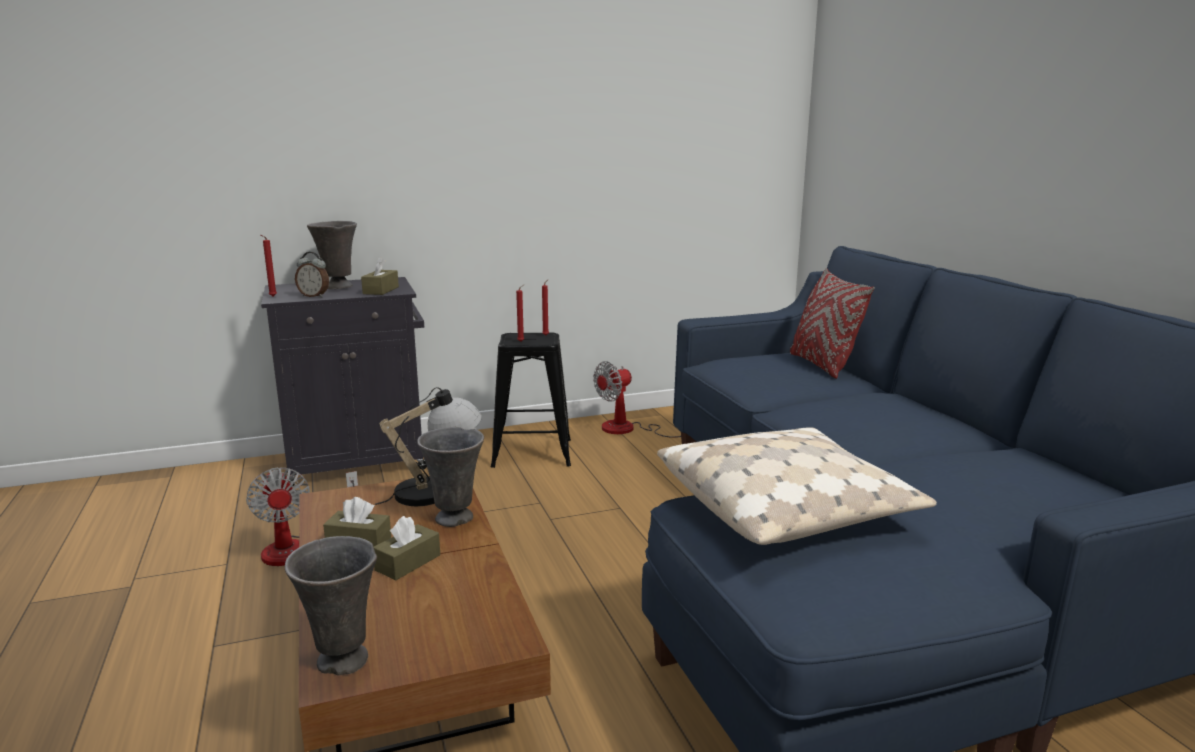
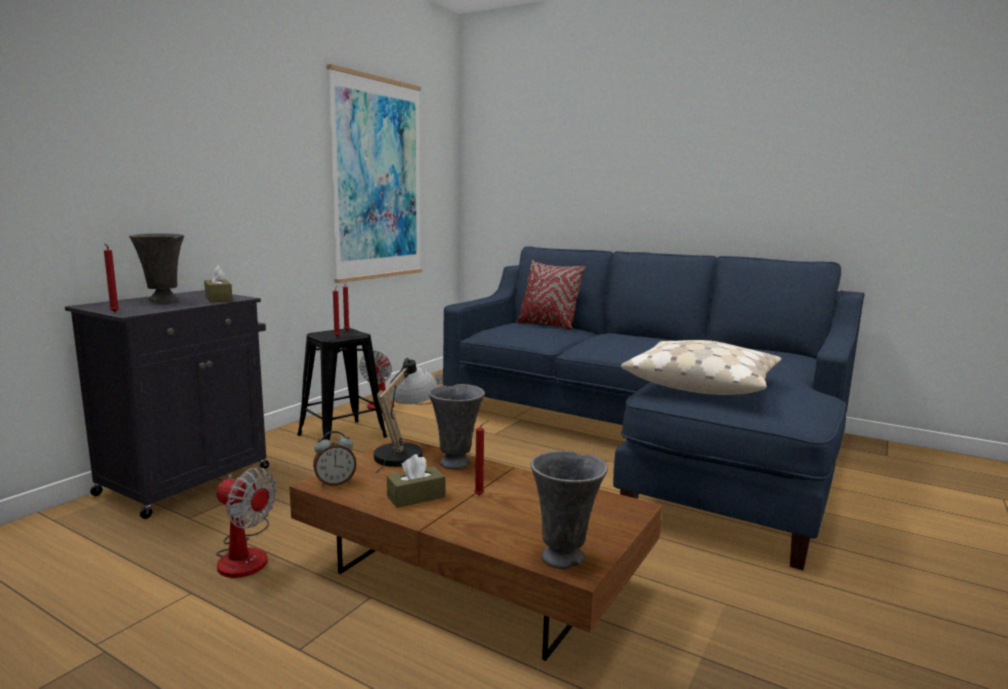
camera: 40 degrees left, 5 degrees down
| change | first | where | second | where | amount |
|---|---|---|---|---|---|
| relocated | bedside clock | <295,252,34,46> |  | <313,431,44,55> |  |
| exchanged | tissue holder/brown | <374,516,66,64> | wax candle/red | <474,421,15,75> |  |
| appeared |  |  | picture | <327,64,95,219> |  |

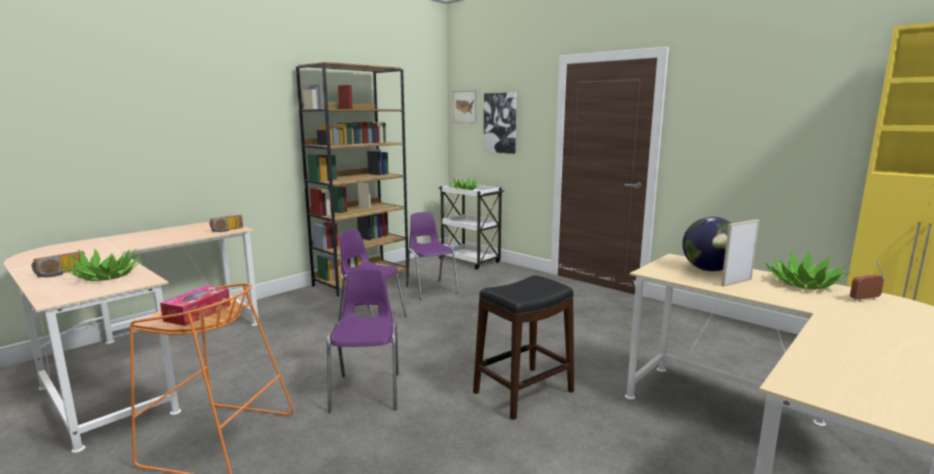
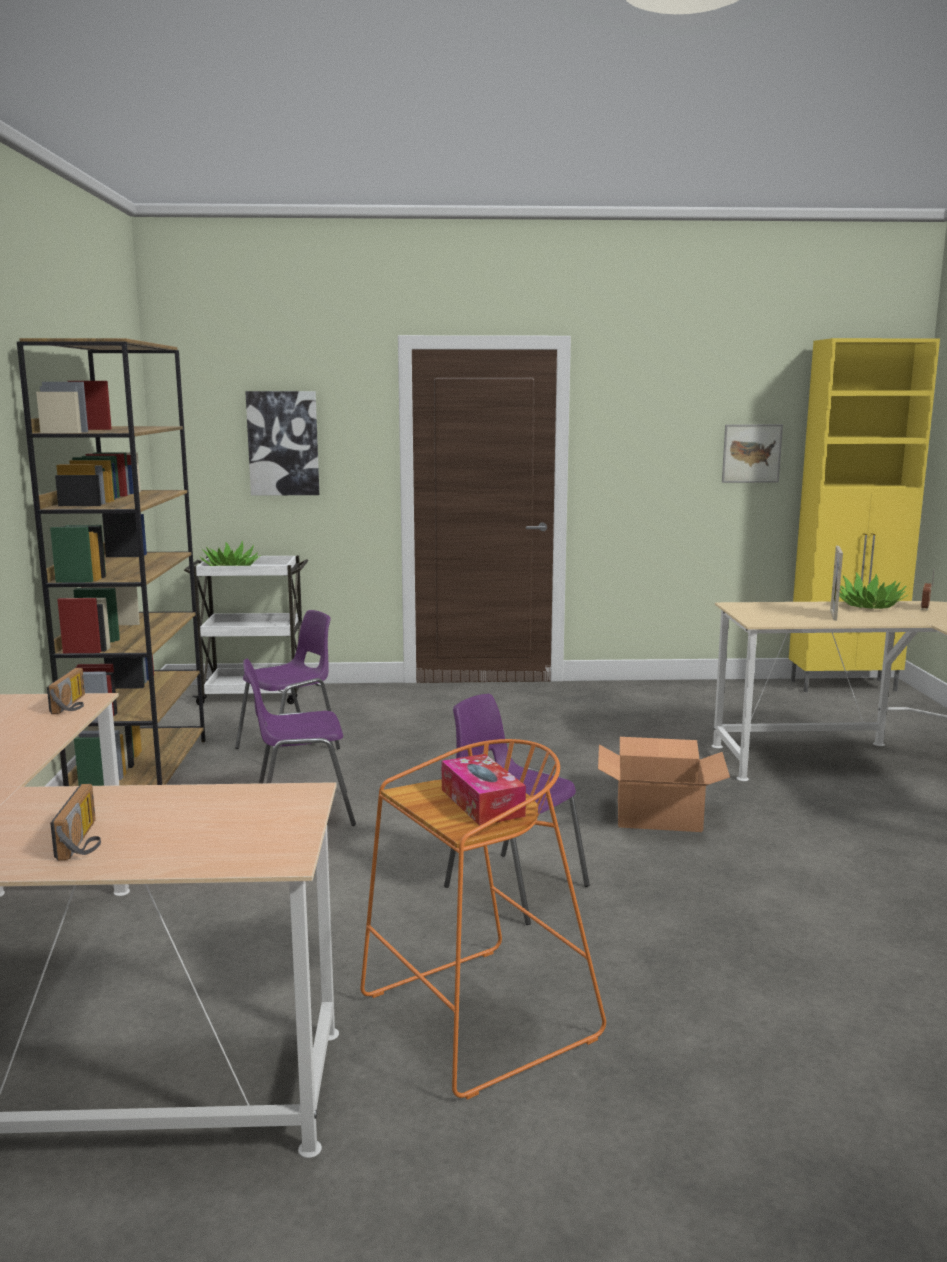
camera: 45 degrees left, 0 degrees up
| change | first | where | second | where | amount |
|---|---|---|---|---|---|
| relocated | picture | <453,90,24,33> |  | <722,424,61,59> |  |
| spun | chair/purple | <406,212,53,88> |  | <235,610,105,139> | 120 degrees clockwise |
| missing | globe | <682,217,50,54> |  |  |  |
| missing | houseplant | <64,248,79,33> |  |  |  |
| exchanged | stool/black-coloured | <473,275,101,145> | carton | <598,737,132,95> |  |

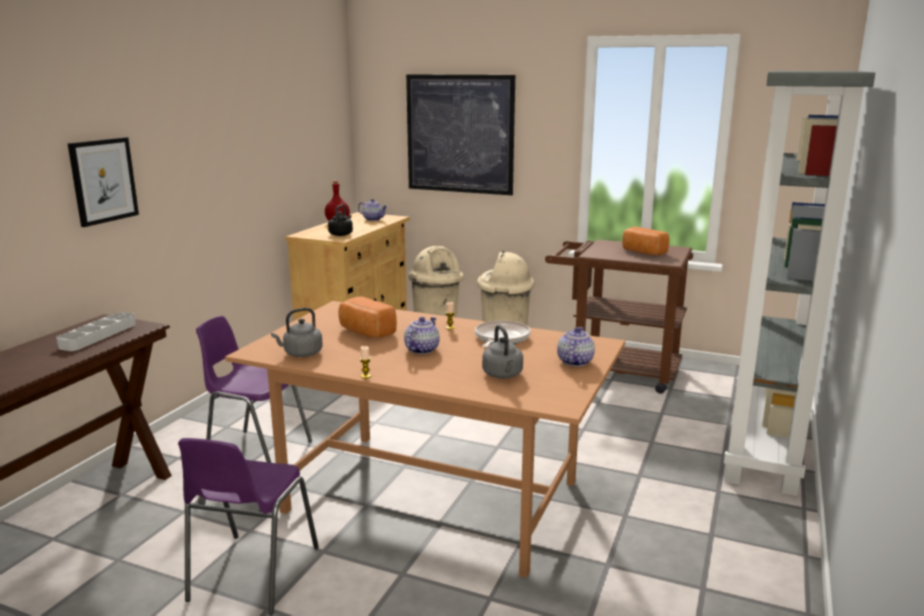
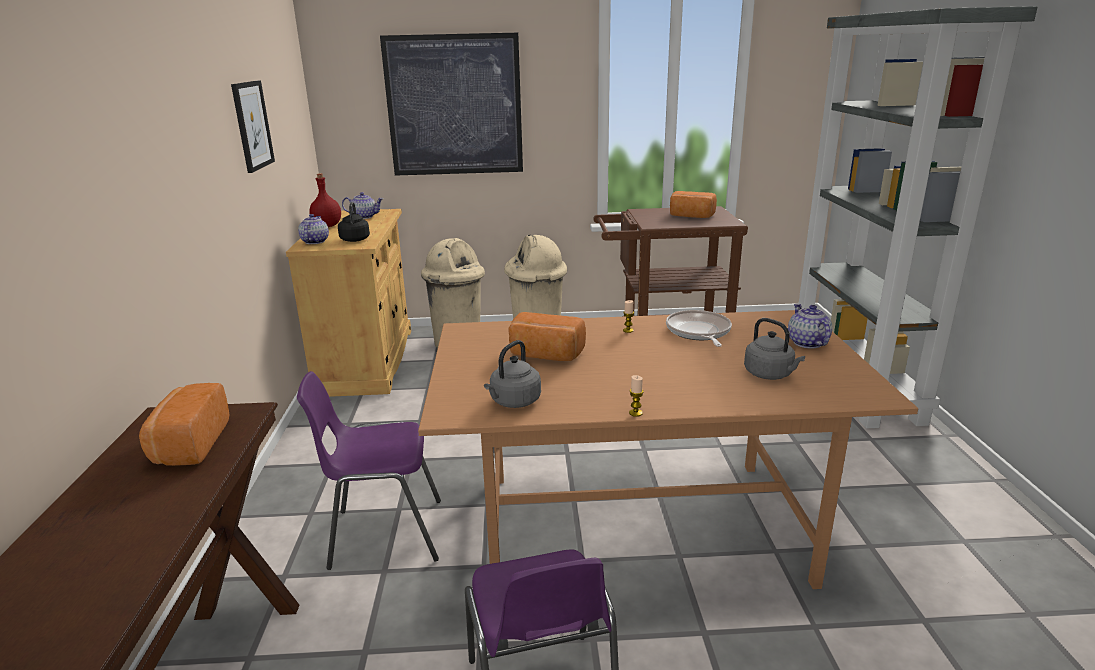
camera: 25 degrees left, 5 degrees up
| change | first | where | second | where | amount |
|---|---|---|---|---|---|
| relocated | picture | <68,137,71,90> |  | <231,80,44,93> |  |
| exchanged | carrying tray/grey | <56,312,80,39> | bakery bread | <139,383,90,83> |  |
| relocated | teapot | <404,317,36,37> |  | <298,214,31,30> |  |

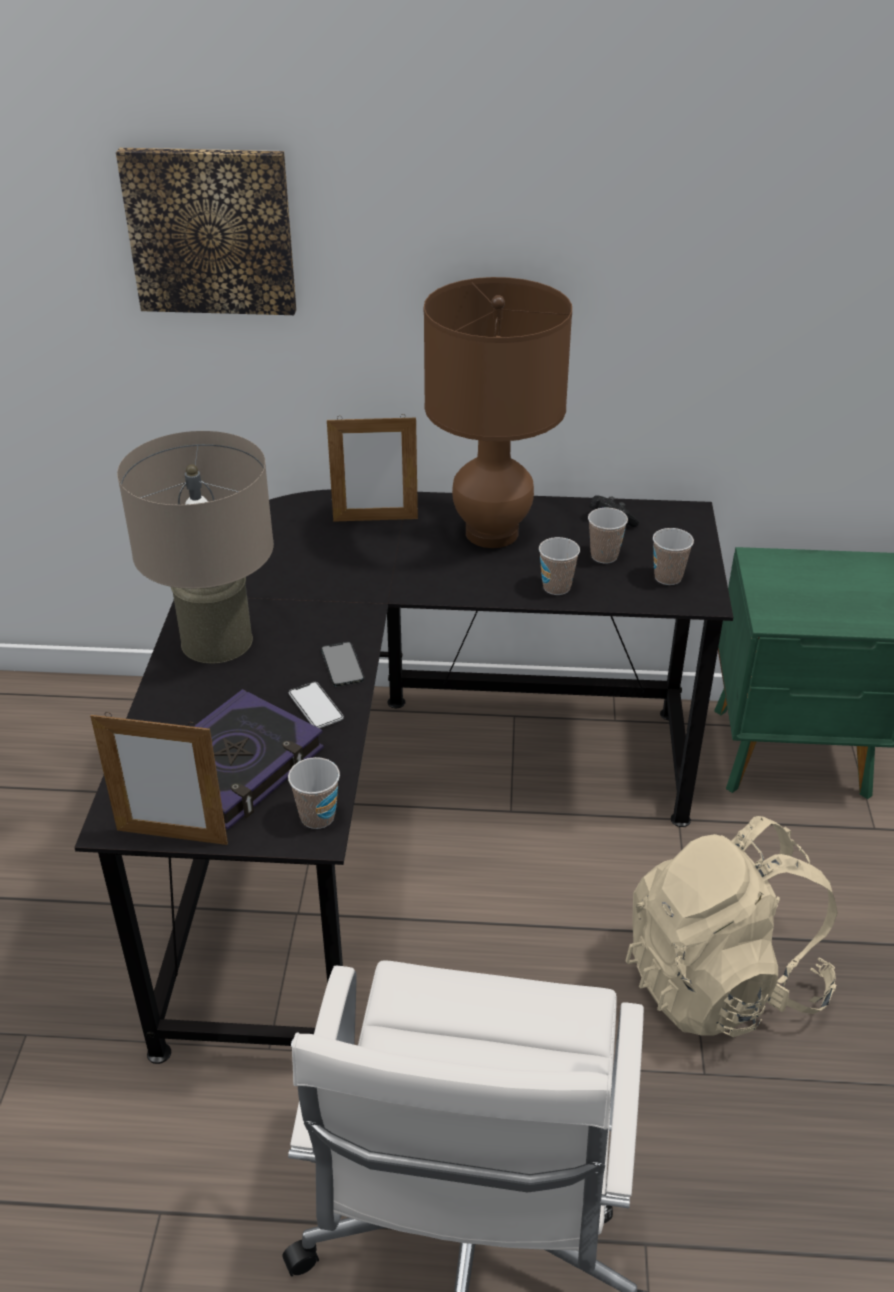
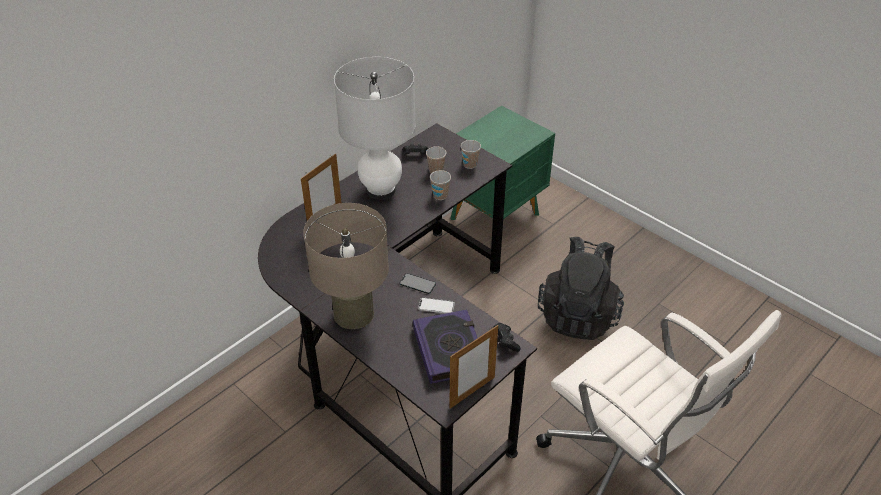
camera: 50 degrees left, 5 degrees up
| change | first | where | second | where | amount |
|---|---|---|---|---|---|
| missing | picture | <116,148,180,167> |  |  |  |
| colour | table lamp/brown | <424,277,148,271> | table lamp/white | <334,57,82,143> |  |
| exchanged | small cup | <288,757,52,72> | gamepad/black-coloured | <493,323,28,29> |  |
| colour | backpack/sand-coloured | <626,816,212,221> | backpack/black-coloured | <538,237,86,103> |  |

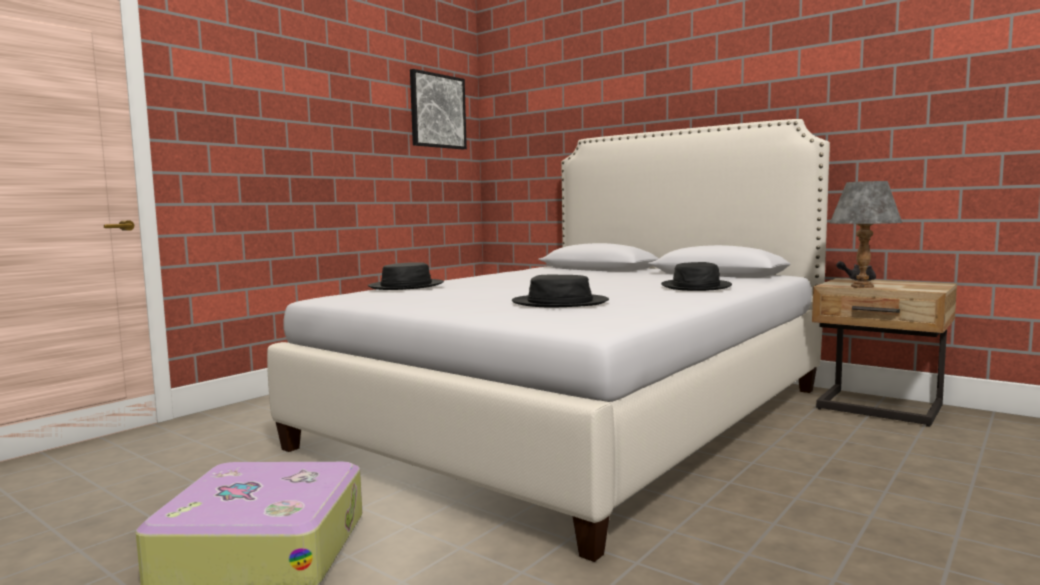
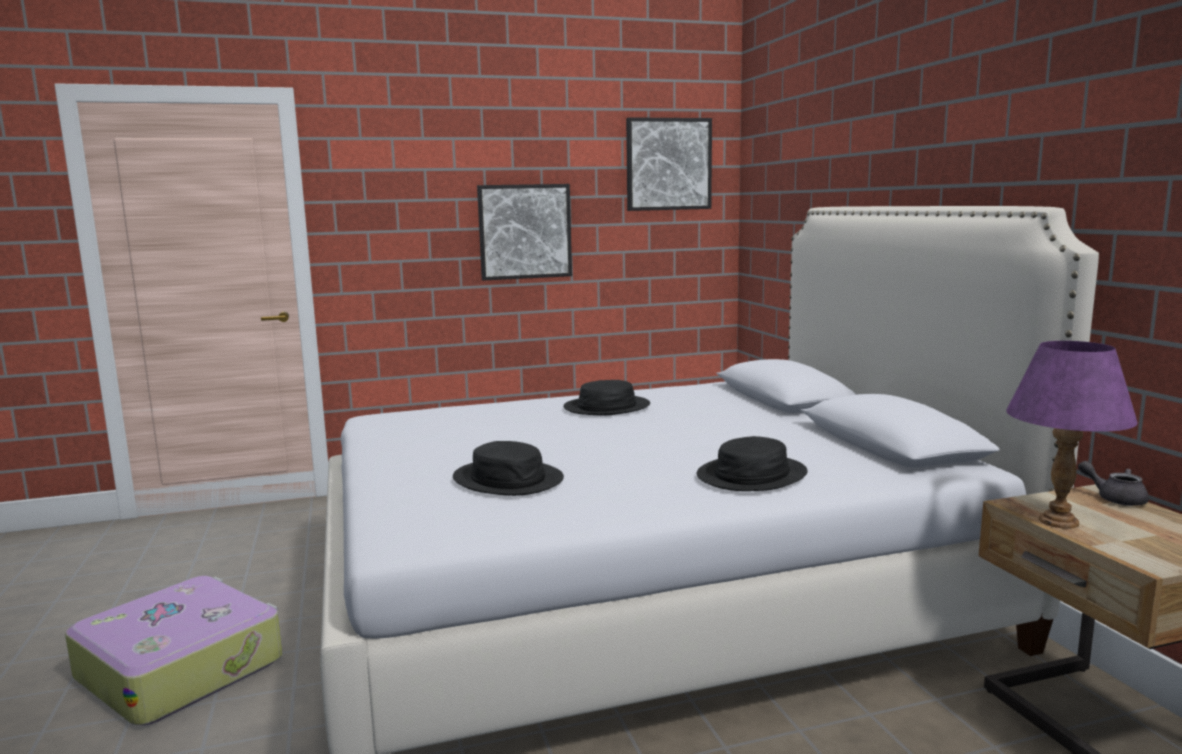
camera: 35 degrees right, 5 degrees up
| change | first | where | second | where | amount |
|---|---|---|---|---|---|
| colour | table lamp/grey | <830,181,72,107> | table lamp/purple | <1006,341,132,188> |  |
| relocated | clothing hat/black-coloured | <368,262,76,28> |  | <563,380,87,36> |  |
| appeared |  |  | picture | <477,184,95,97> |  |

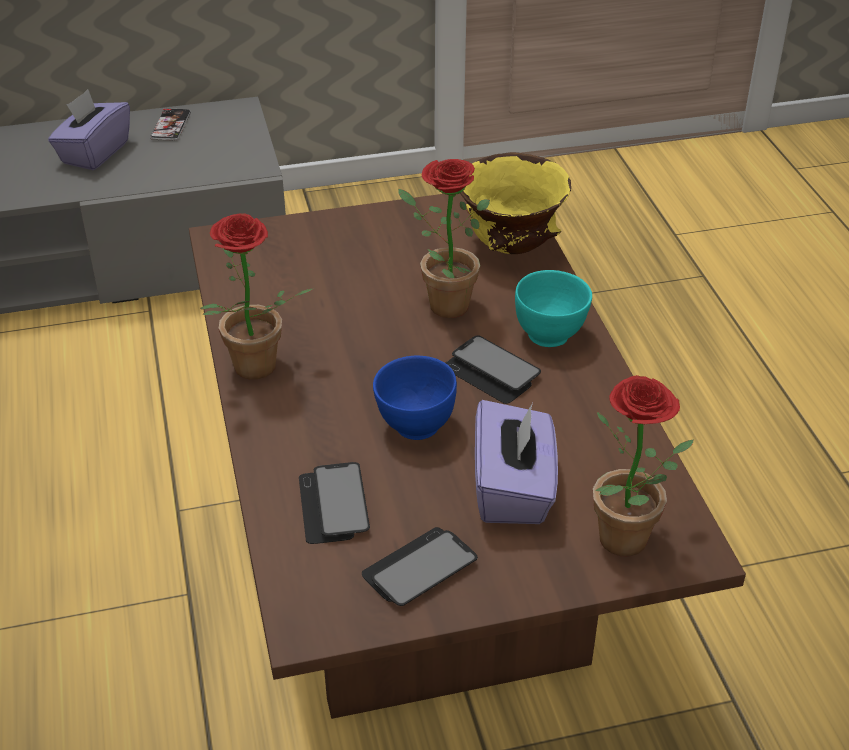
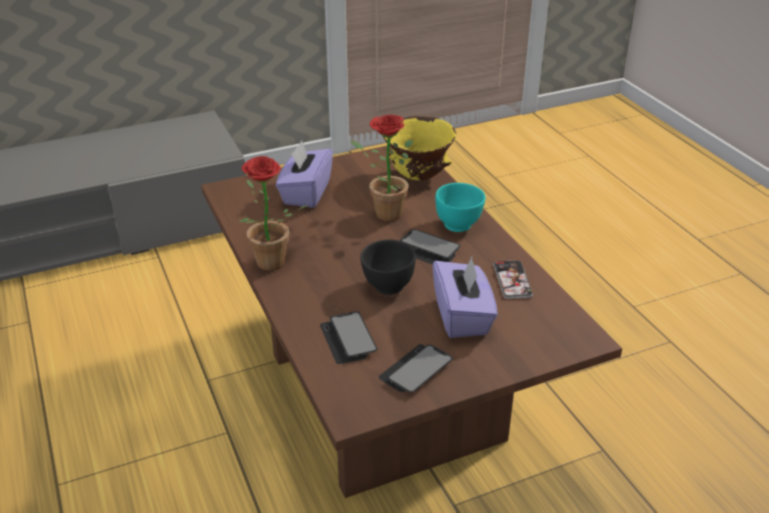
camera: 10 degrees left, 5 degrees down
| change | first | where | second | where | amount |
|---|---|---|---|---|---|
| relocated | tissue holder/purple | <48,90,82,80> |  | <276,141,57,67> |  |
| relocated | telephone | <150,108,41,33> |  | <493,260,40,39> |  |
| colour | serving bowl/blue-coloured | <373,356,84,84> | serving bowl/black-coloured | <360,240,56,55> |  |
| missing | houseplant | <593,375,101,182> |  |  |  |

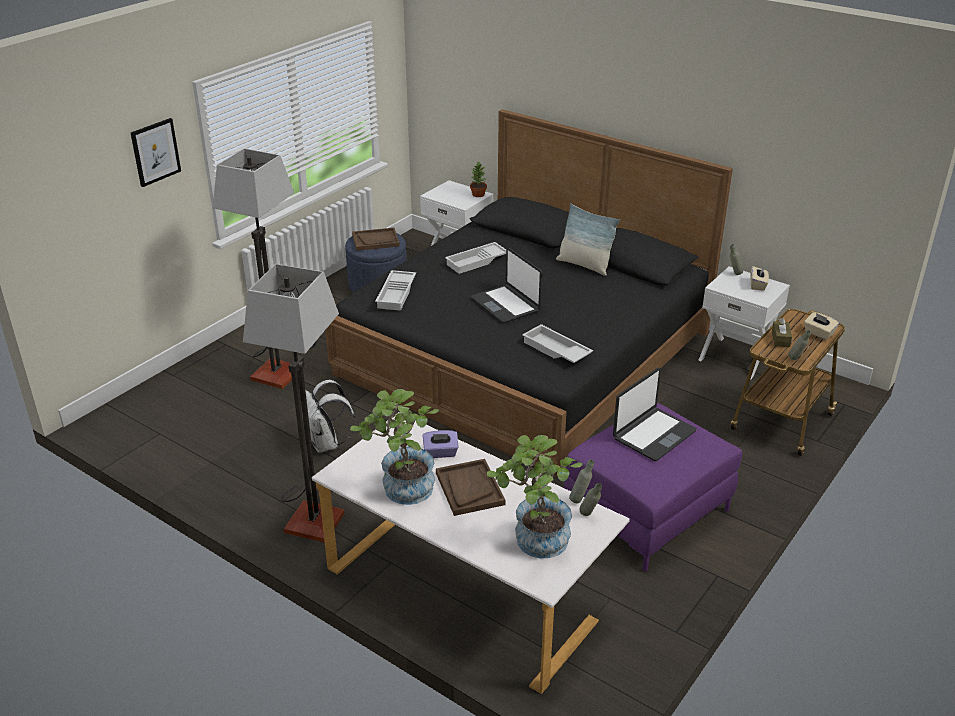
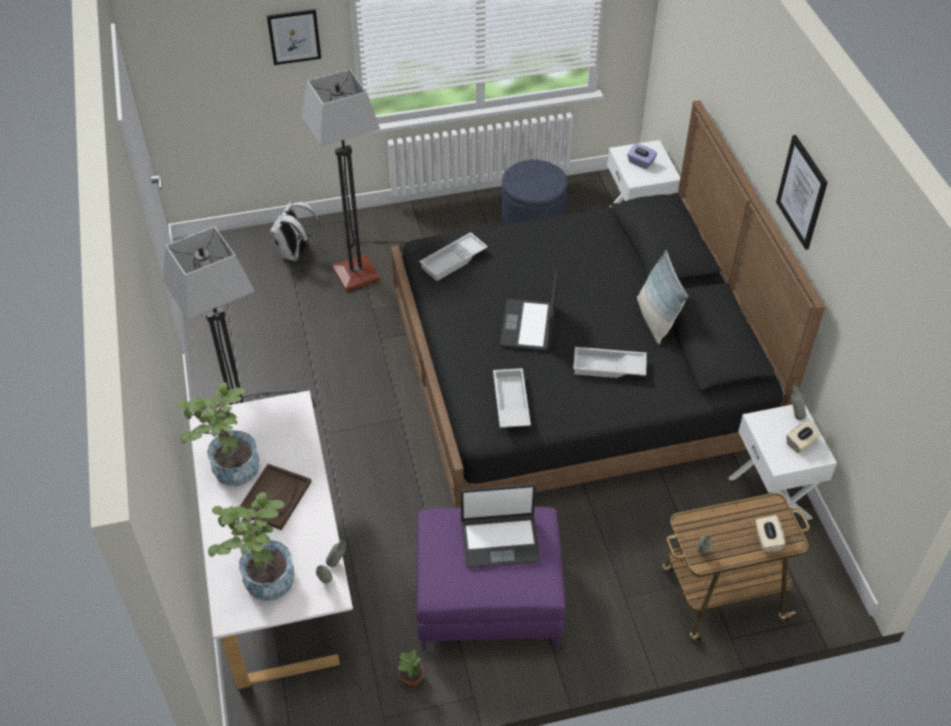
camera: 40 degrees right, 15 degrees up
| change | first | where | second | where | amount |
|---|---|---|---|---|---|
| relocated | houseplant | <470,162,17,35> |  | <398,649,26,38> |  |
| missing | carrying tray/brown | <352,228,48,23> |  |  |  |
| relocated | carrying tray/white | <445,242,61,32> |  | <573,347,74,31> |  |
| missing | tissue holder/brown | <772,318,20,29> |  |  |  |
| relocated | backpack/white | <302,380,54,73> |  | <270,202,51,59> |  |
| relocated | tissue holder/purple | <423,430,36,28> |  | <627,144,30,25> |  |
| appeared |  |  | picture | <776,135,52,115> |  |

